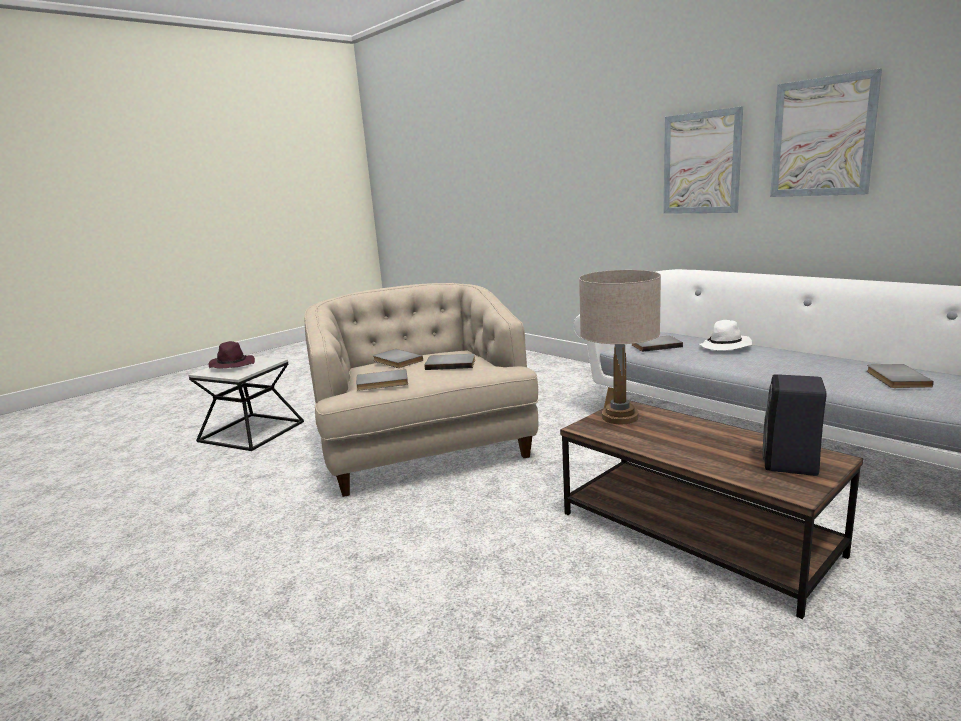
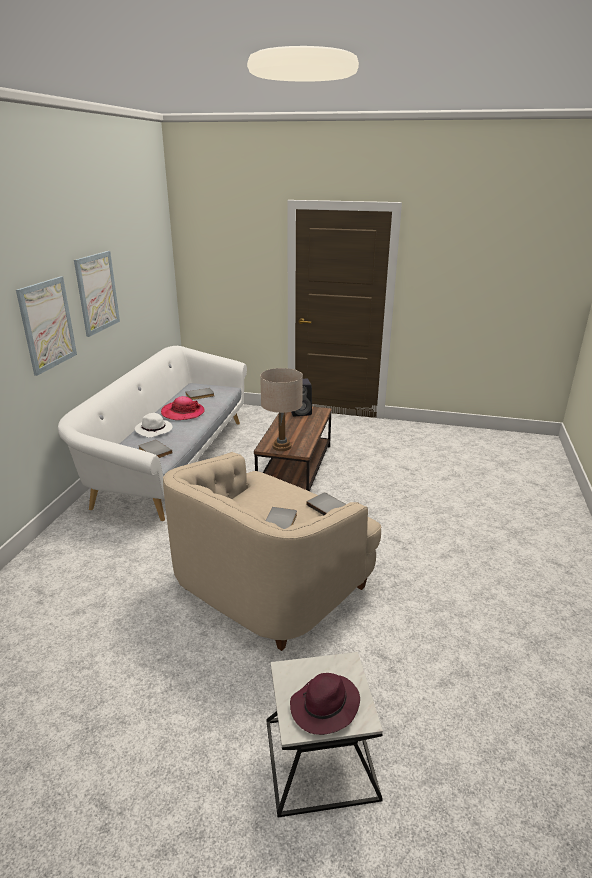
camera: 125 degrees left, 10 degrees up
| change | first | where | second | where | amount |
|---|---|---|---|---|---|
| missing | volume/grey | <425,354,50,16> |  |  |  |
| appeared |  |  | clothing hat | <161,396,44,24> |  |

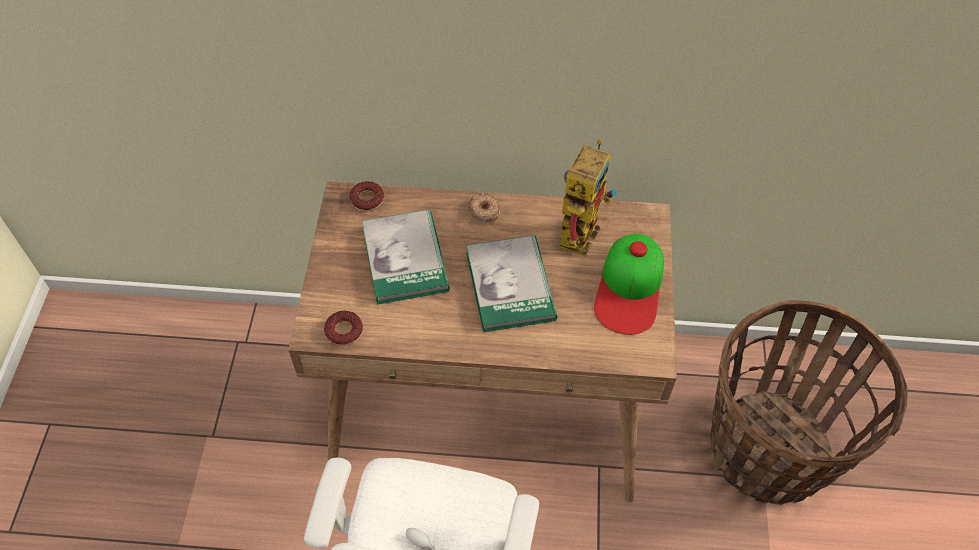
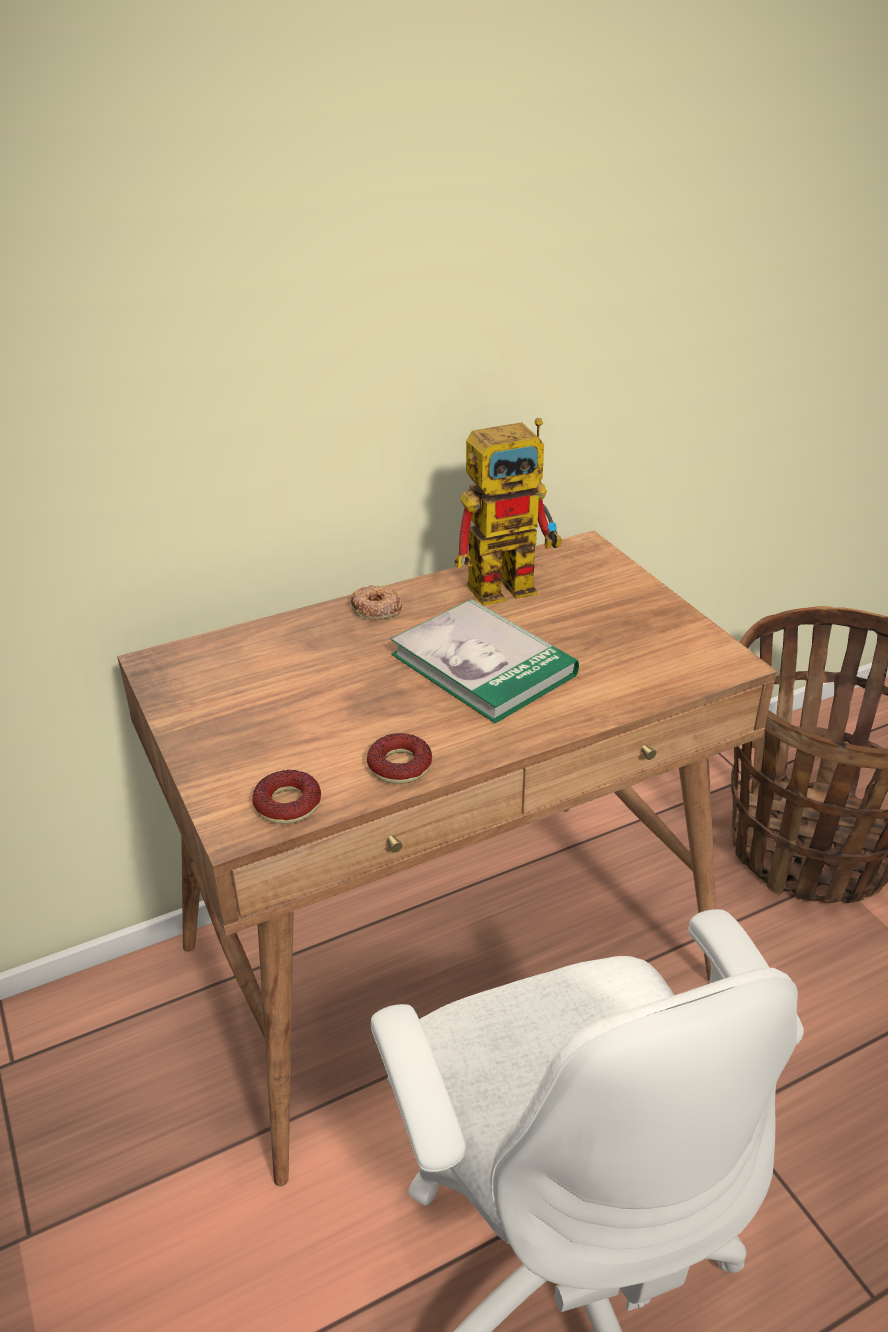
camera: 30 degrees left, 20 degrees down
| change | first | where | second | where | amount |
|---|---|---|---|---|---|
| spun | toy robot | <559,139,58,118> |  | <454,418,108,188> | 75 degrees clockwise |
| relocated | ring doughnut | <349,181,35,30> |  | <367,733,65,51> |  |
| missing | volume | <362,209,88,96> |  |  |  |
| missing | cap | <594,234,70,101> |  |  |  |

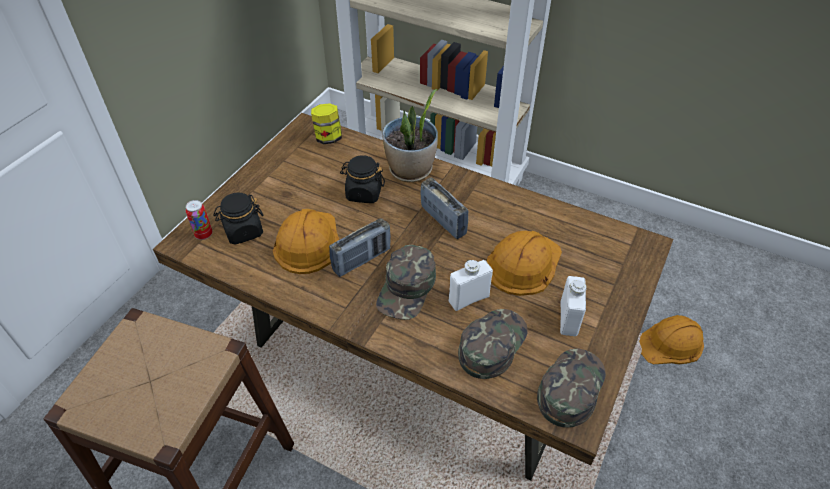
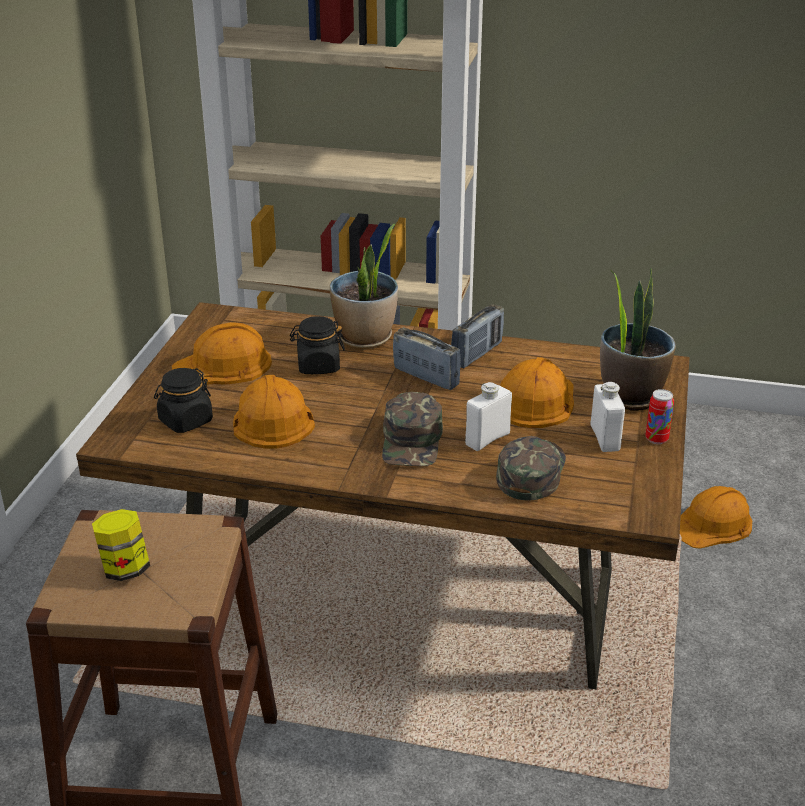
camera: 15 degrees left, 15 degrees down
| change | first | where | second | where | amount |
|---|---|---|---|---|---|
| relocated | storage jar | <311,103,31,41> |  | <92,509,58,72> |  |
| relocated | can | <186,200,26,40> |  | <645,389,29,55> |  |
| relocated | radio receiver | <329,218,62,59> |  | <451,304,53,64> |  |
| missing | cap/greenish | <537,349,69,79> |  |  |  |
| appeared |  |  | houseplant | <600,267,76,144> |  |
| appeared |  |  | work helmet/orangey | <172,322,100,63> |  |

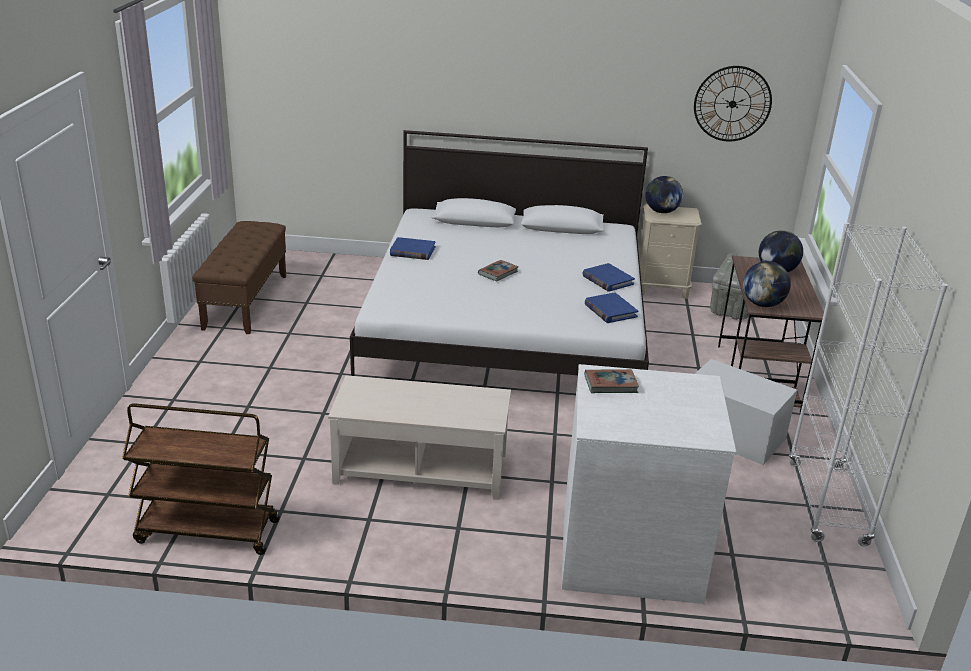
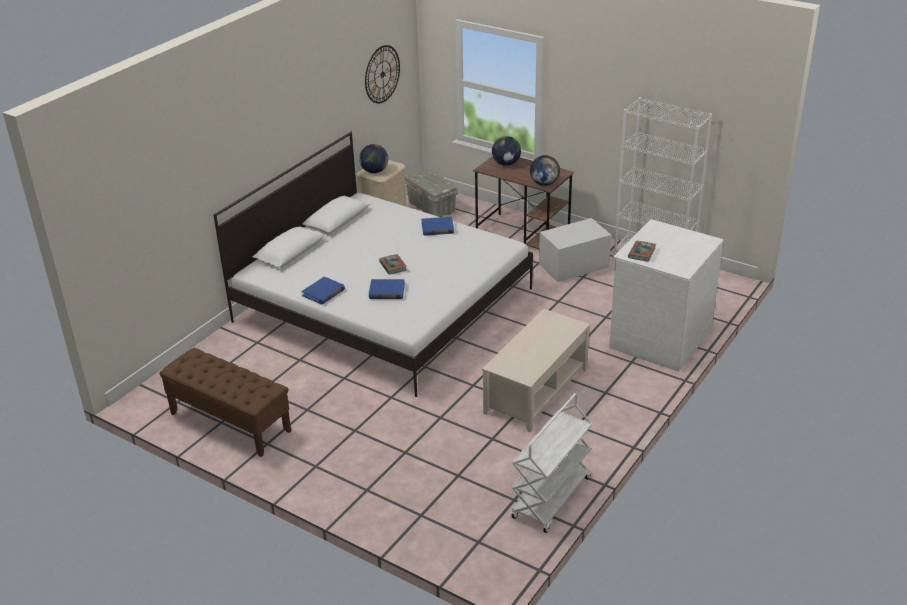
camera: 60 degrees left, 5 degrees up
| change | first | where | second | where | amount |
|---|---|---|---|---|---|
| relocated | volume/blue-coloured | <585,292,53,31> |  | <369,279,36,20> |  |
| colour | cart/brown | <122,403,158,152> | cart/white | <511,393,81,140> |  |

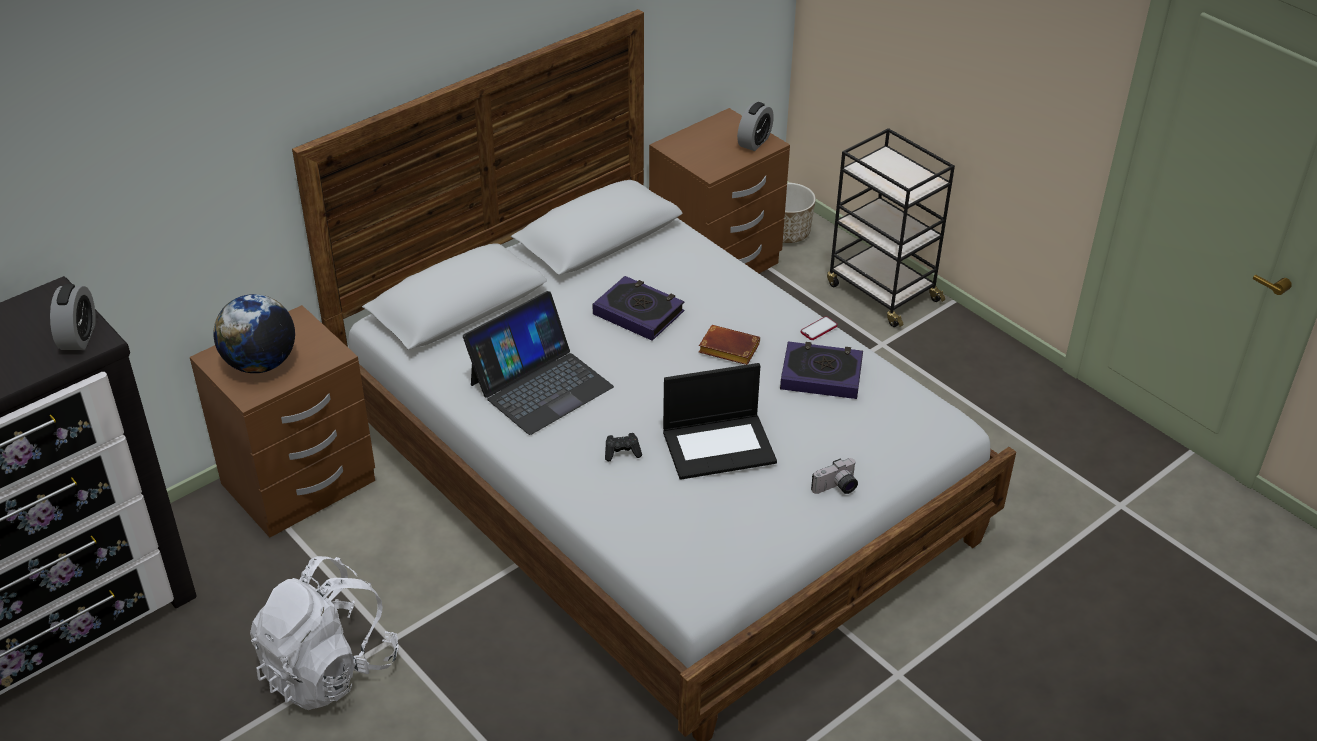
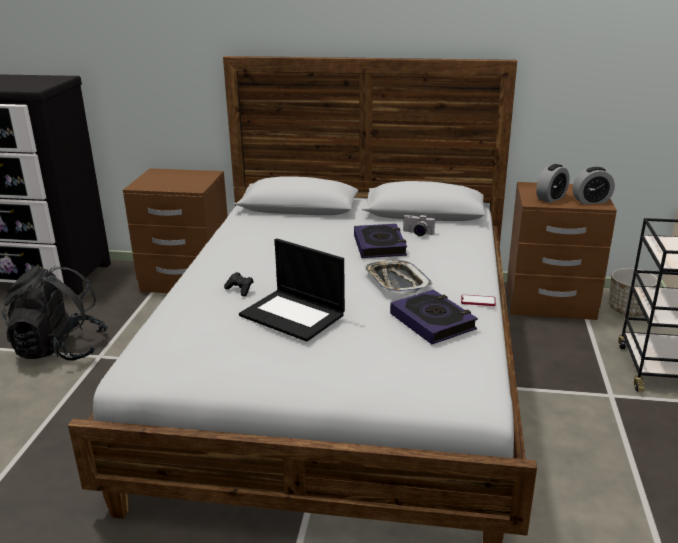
camera: 50 degrees right, 15 degrees down
| change | first | where | second | where | amount |
|---|---|---|---|---|---|
| relocated | bedside clock | <50,284,46,66> |  | <536,164,34,39> |  |
| missing | laptop | <463,291,151,144> |  |  |  |
| missing | globe | <213,294,82,79> |  |  |  |
| exchanged | volume/brown | <699,325,61,40> | carrying tray | <363,260,69,34> |  |
| relocated | photo camera | <811,458,47,36> |  | <403,215,32,21> |  |
| colour | backpack/white | <250,556,149,154> | backpack/black-coloured | <1,265,107,95> |  |

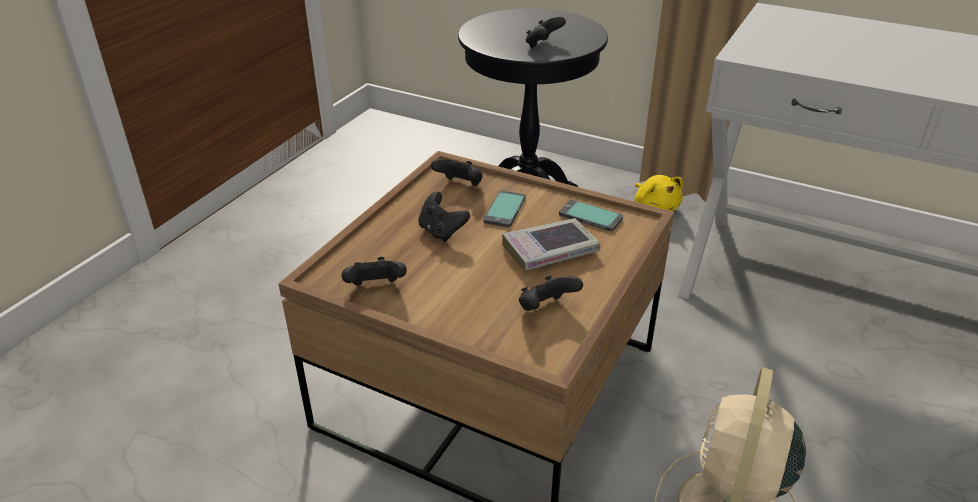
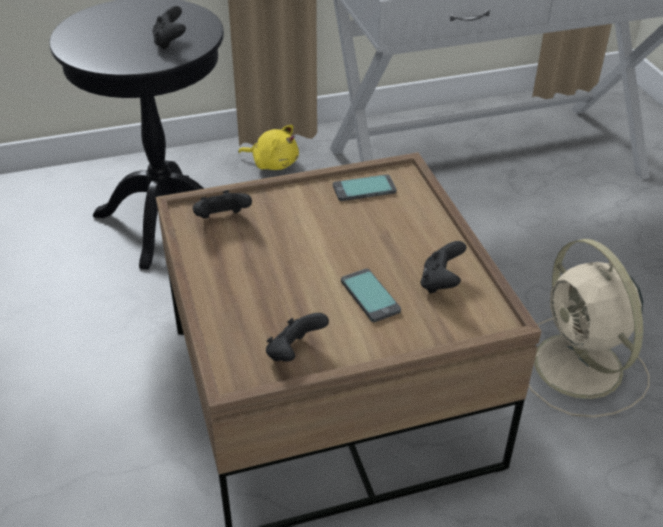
camera: 45 degrees left, 5 degrees up
| change | first | where | second | where | amount |
|---|---|---|---|---|---|
| relocated | telephone | <483,190,43,37> |  | <341,269,60,53> |  |
| missing | gamepad/black-coloured | <418,192,52,50> |  |  |  |
| missing | volume | <502,218,98,53> |  |  |  |

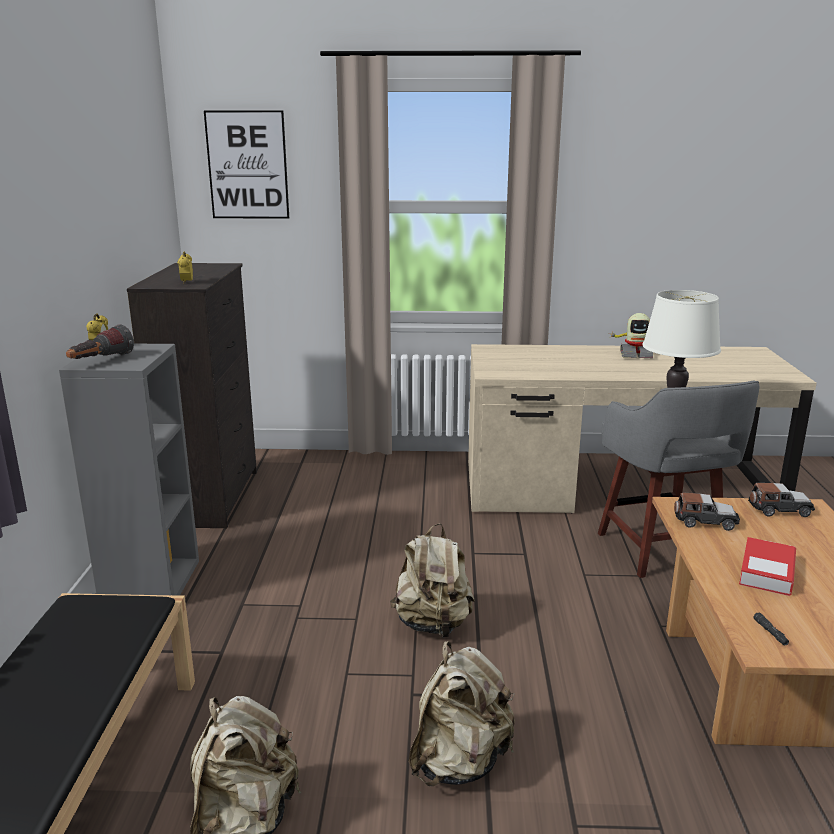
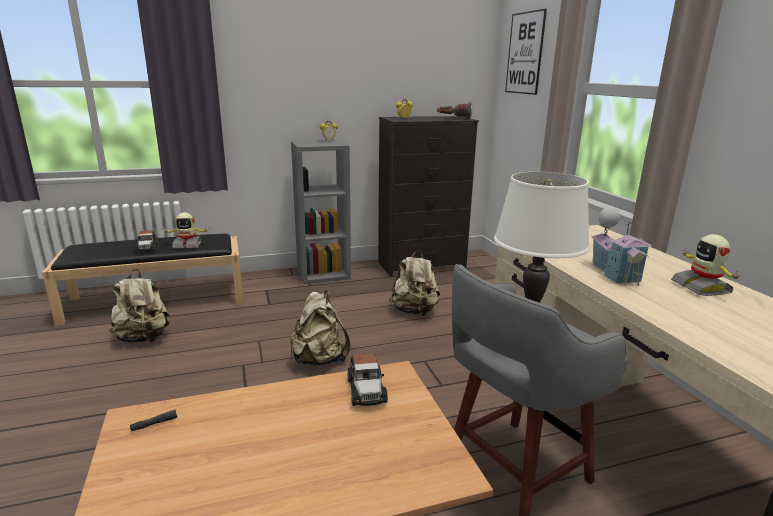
camera: 70 degrees right, 0 degrees up
| change | first | where | second | where | amount |
|---|---|---|---|---|---|
| relocated | flashlight | <66,324,68,35> |  | <437,102,36,17> |  |
| relocated | model car | <748,483,67,34> |  | <135,230,23,23> |  |
| missing | volume | <739,537,57,59> |  |  |  |
| relocated | backpack/sand-coloured | <408,641,107,145> |  | <389,250,51,66> |  |
| appeared |  |  | toy house | <591,207,62,79> |  |
| appeared |  |  | toy robot | <163,213,45,36> |  |

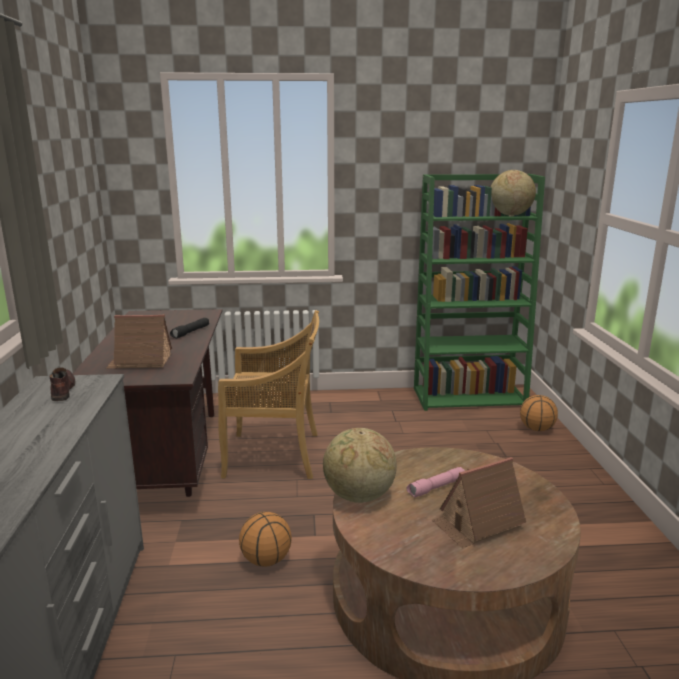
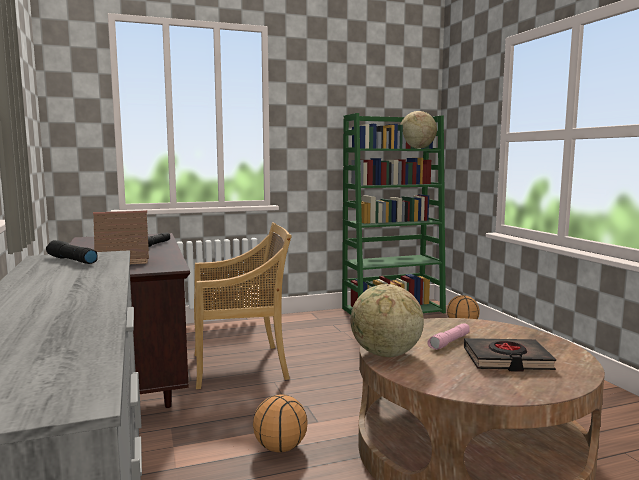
camera: 15 degrees left, 10 degrees down
| change | first | where | second | where | amount |
|---|---|---|---|---|---|
| exchanged | item of footwear/brown | <49,367,27,34> | flashlight/black-coloured | <46,240,51,24> |  |
| exchanged | toy house | <432,457,94,91> | volume/black-coloured | <464,338,92,34> |  |

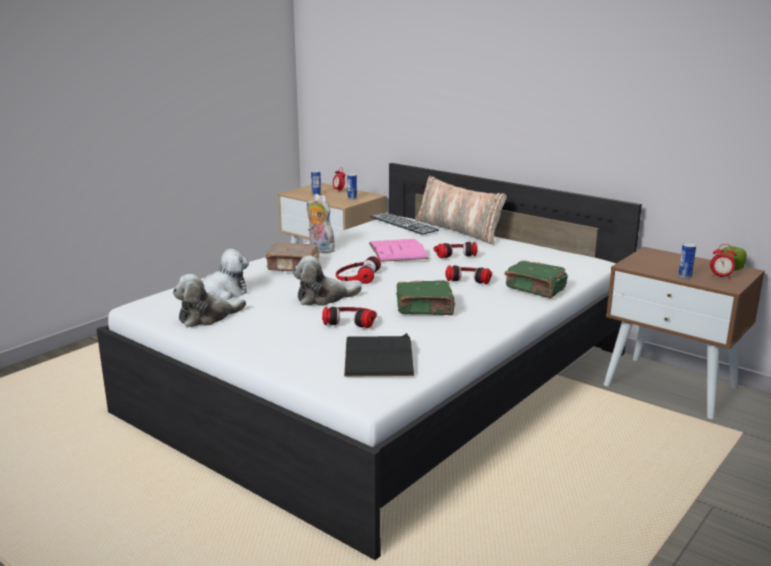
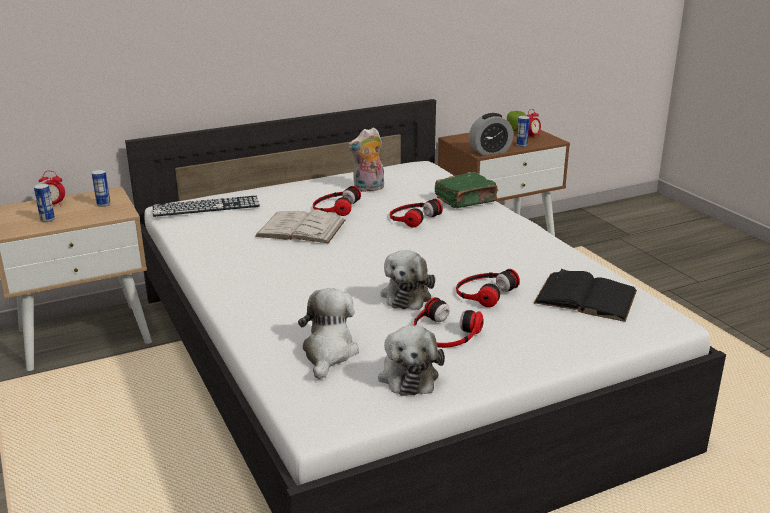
camera: 65 degrees left, 5 degrees up
| change | first | where | second | where | amount |
|---|---|---|---|---|---|
| missing | pillow | <415,176,92,69> |  |  |  |
| relocated | soft toy | <307,194,28,59> |  | <348,127,36,65> |  |
| colour | volume/pink | <369,239,60,23> | volume/white | <255,209,90,35> |  |
| missing | volume/brown | <265,243,55,28> |  |  |  |
| relocated | headset | <336,256,45,28> |  | <414,297,70,51> |  |
| missing | volume/greenish | <396,280,59,35> |  |  |  |
| appeared |  |  | bedside clock | <469,113,44,42> |  |

